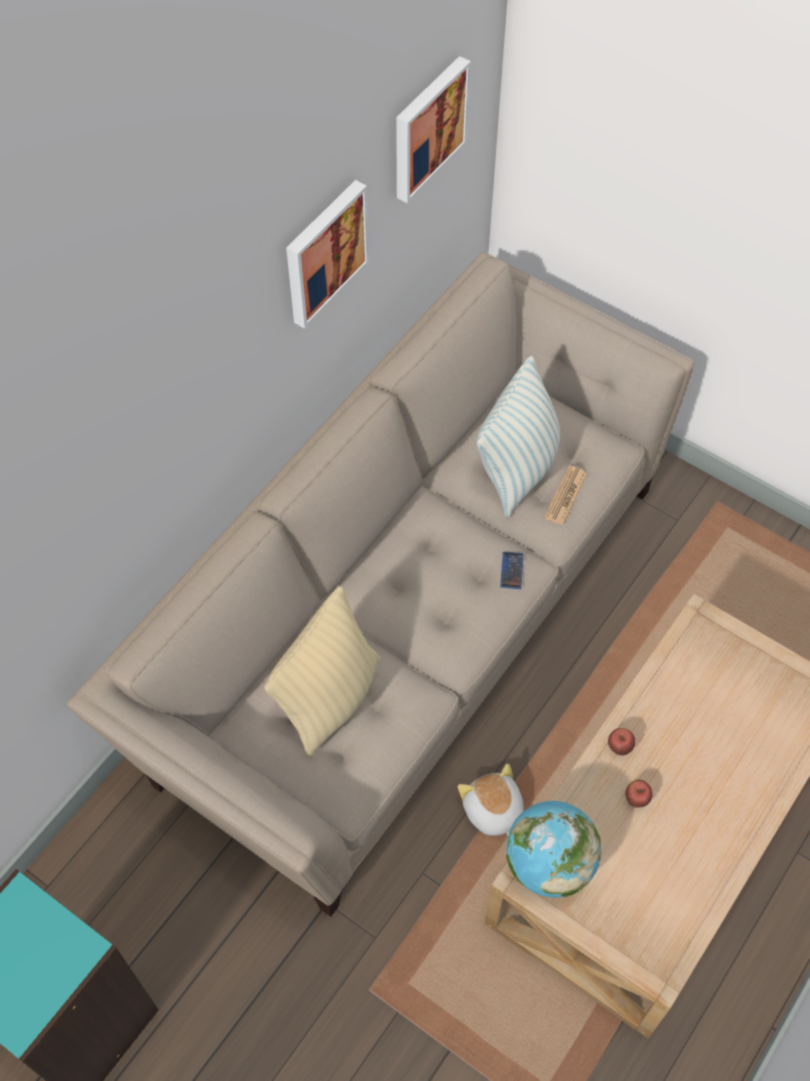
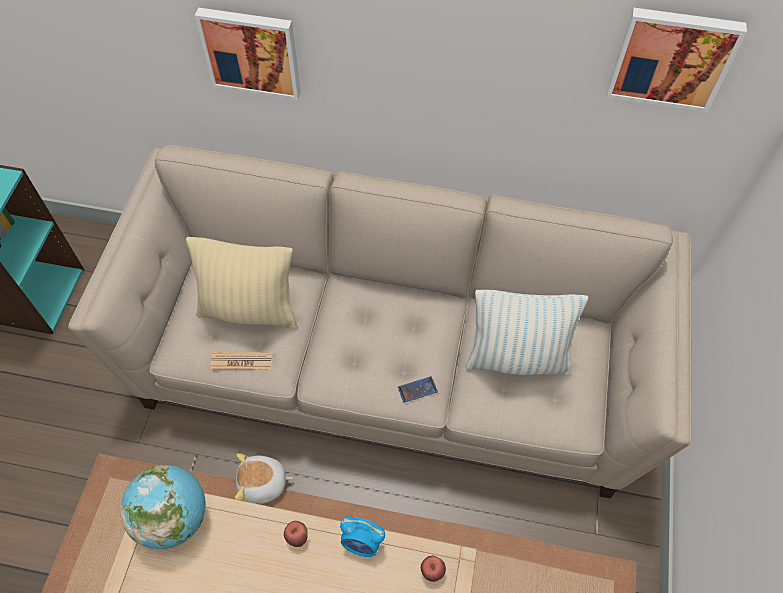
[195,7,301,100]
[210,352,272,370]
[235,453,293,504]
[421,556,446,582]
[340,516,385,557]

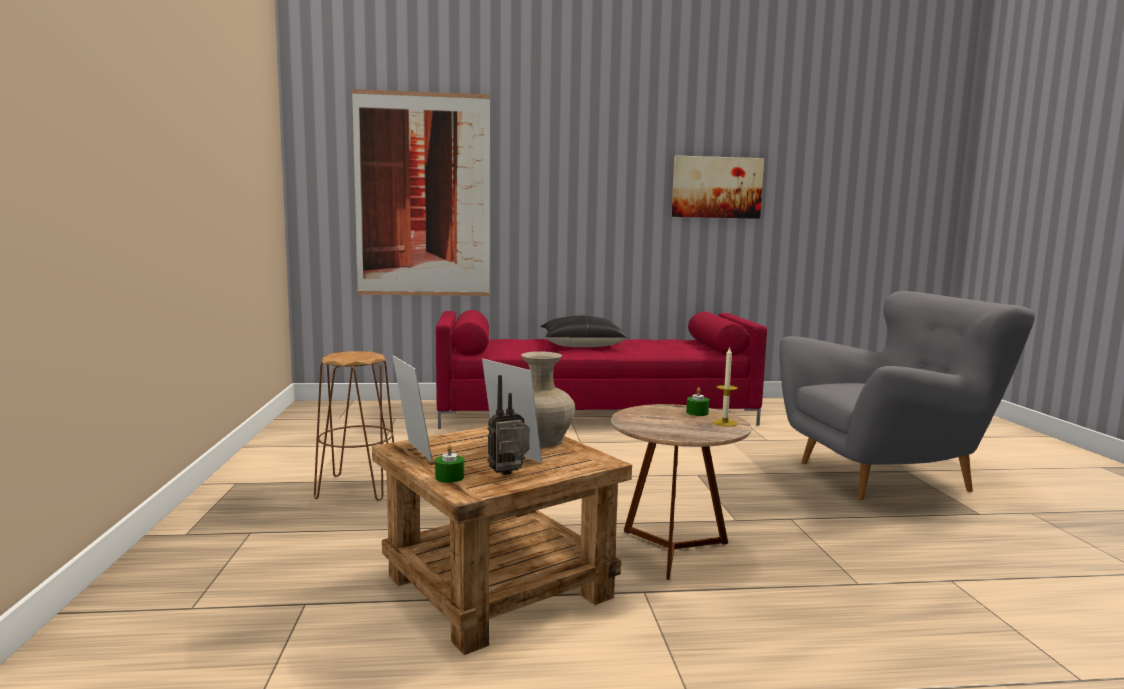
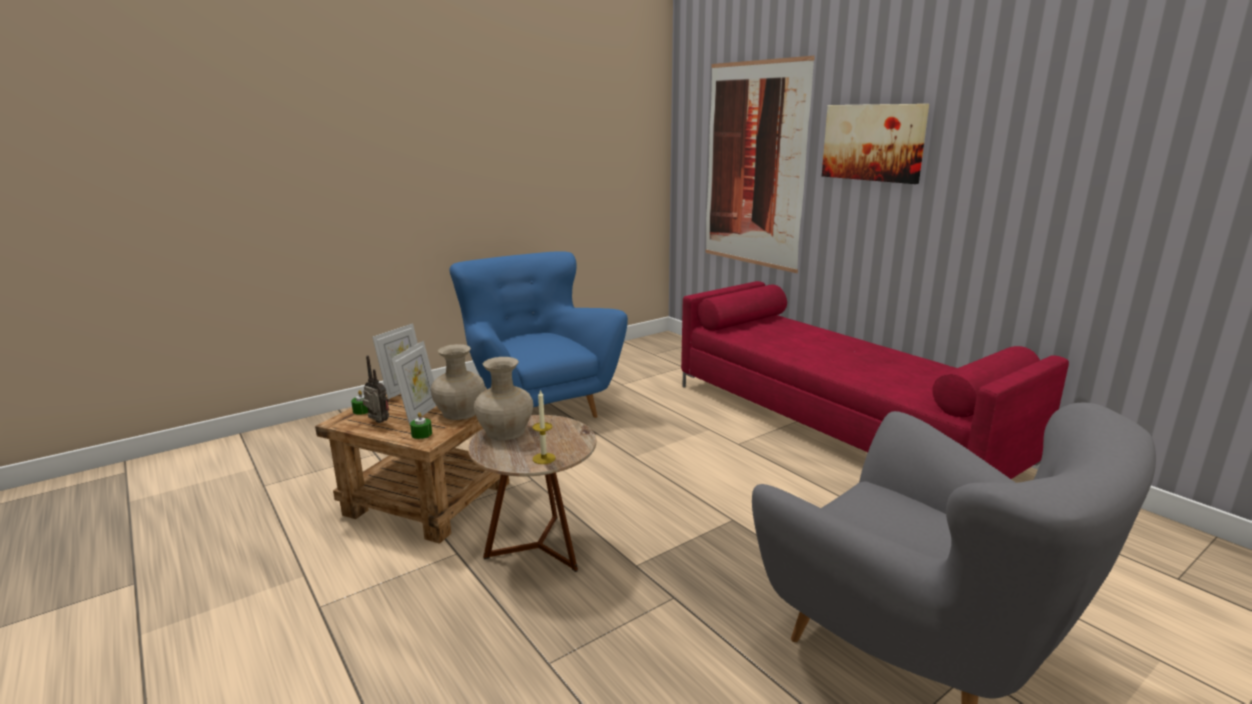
[822,104,929,184]
[540,315,627,347] (first image)
[449,251,628,418]
[410,412,432,439]
[474,357,533,441]

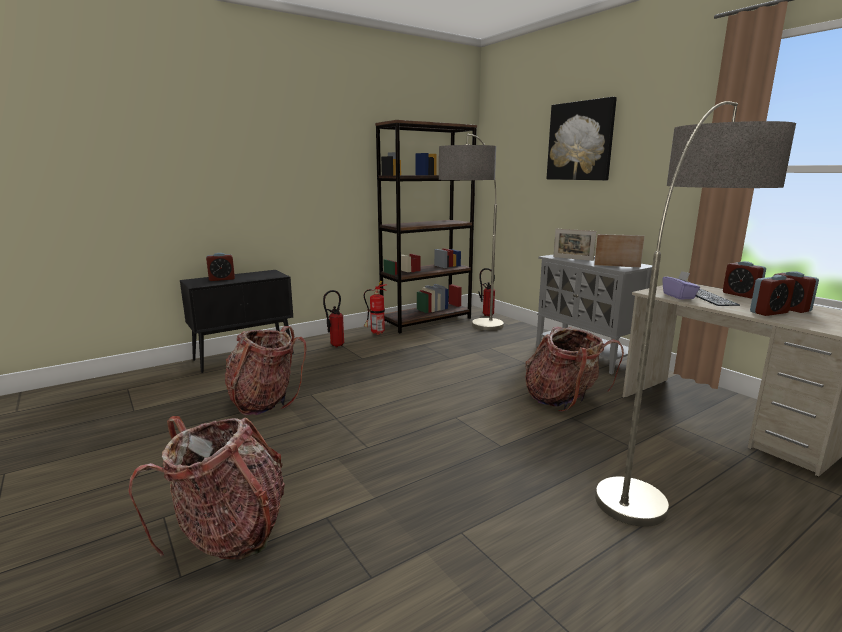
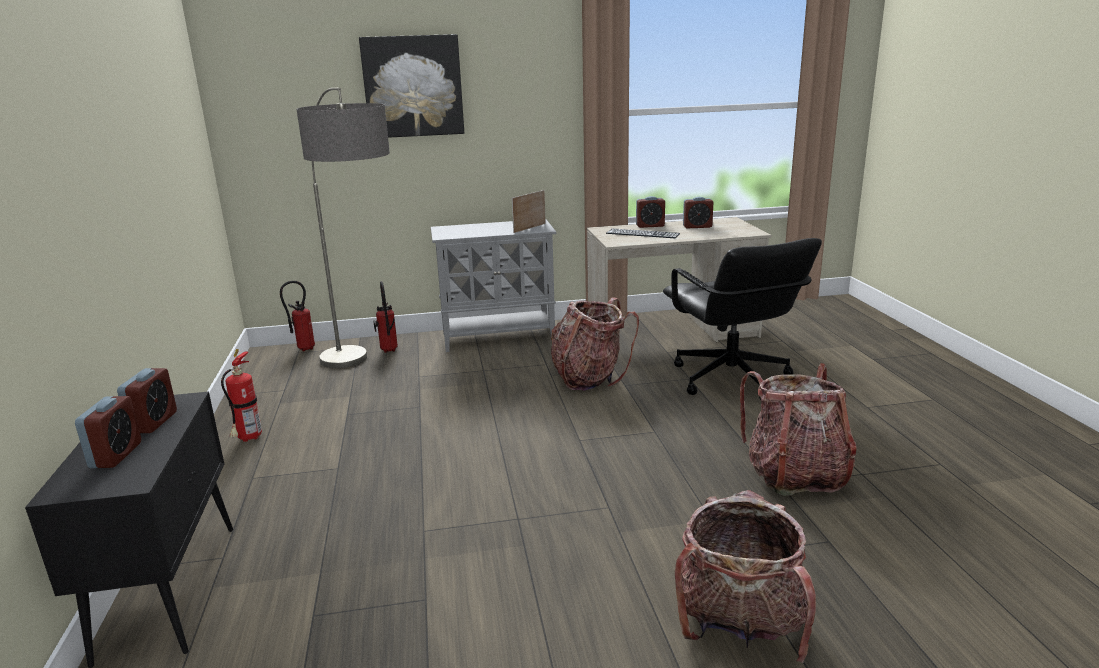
[663,238,822,400]
[375,120,477,333] (first image)
[553,229,596,261] (first image)
[662,271,700,300] (first image)
[117,368,177,433]
[373,281,398,353]
[740,363,857,496]

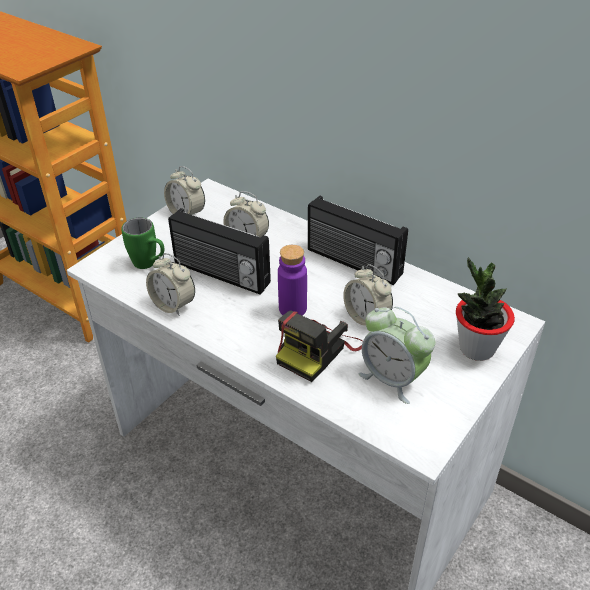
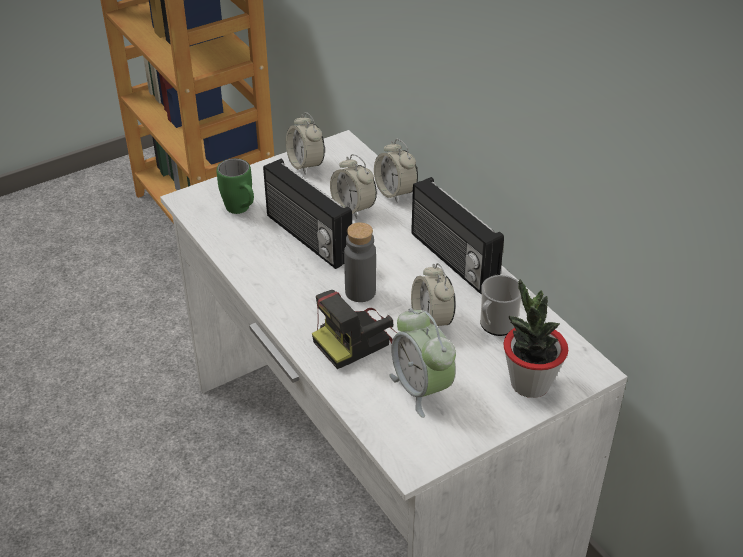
[344,222,376,302]
[374,139,418,203]
[480,275,521,336]

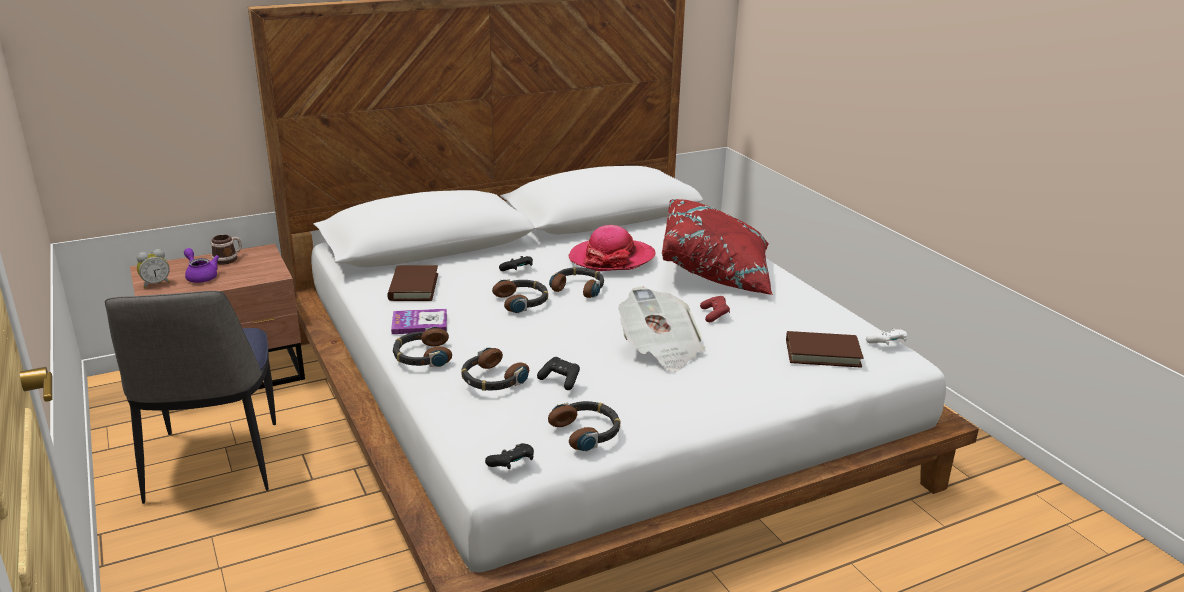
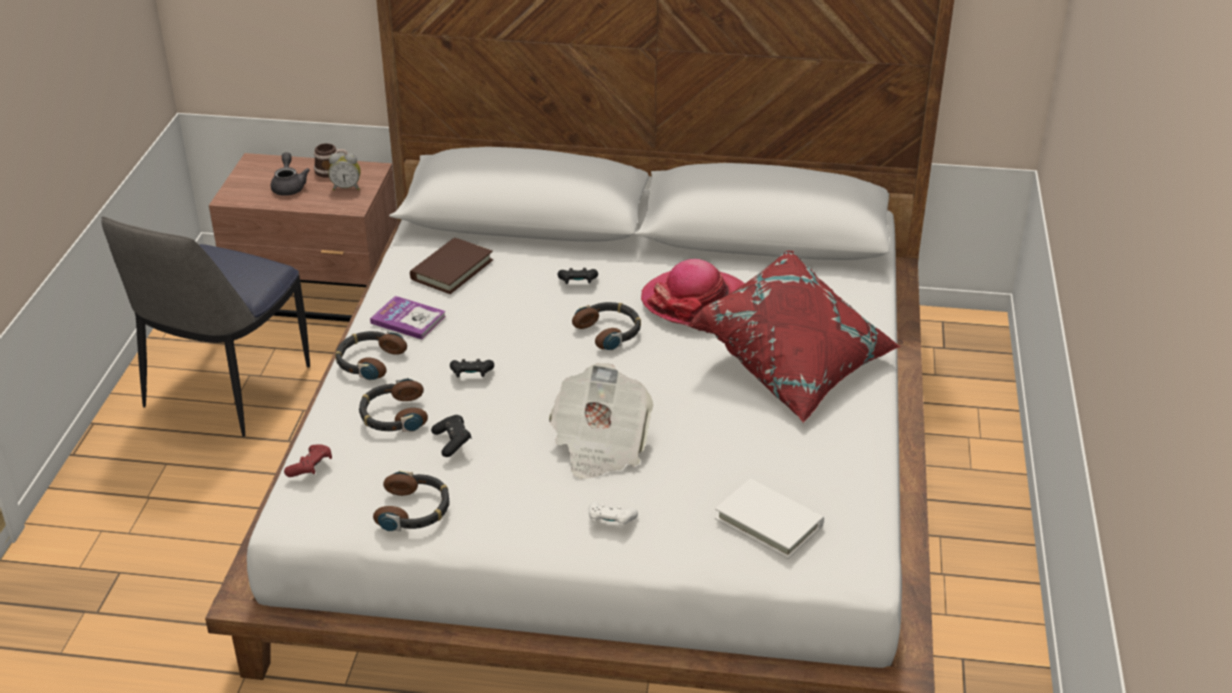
[271,152,310,196]
[328,153,361,190]
[492,279,548,313] (first image)
[284,444,332,477]
[589,502,638,528]
[715,479,824,559]
[450,359,494,377]

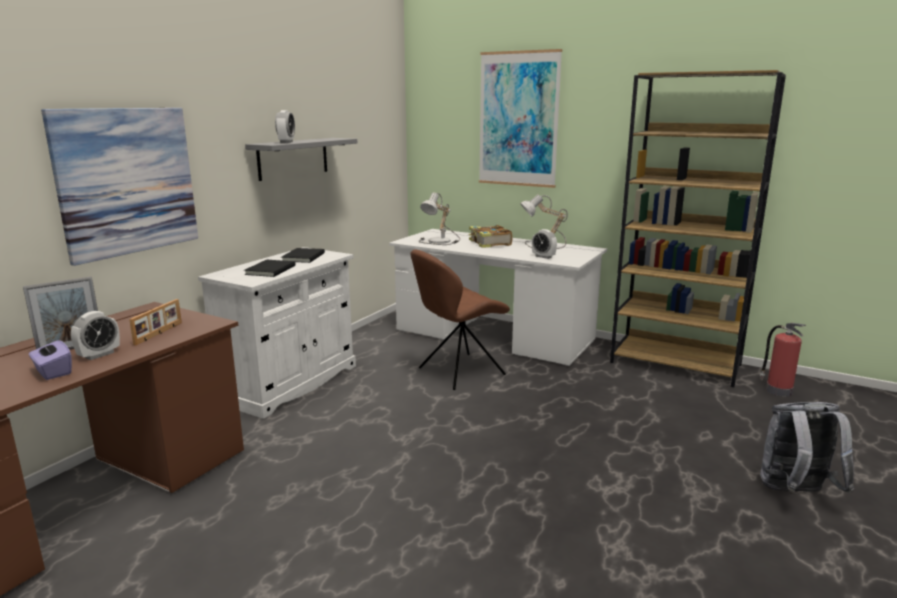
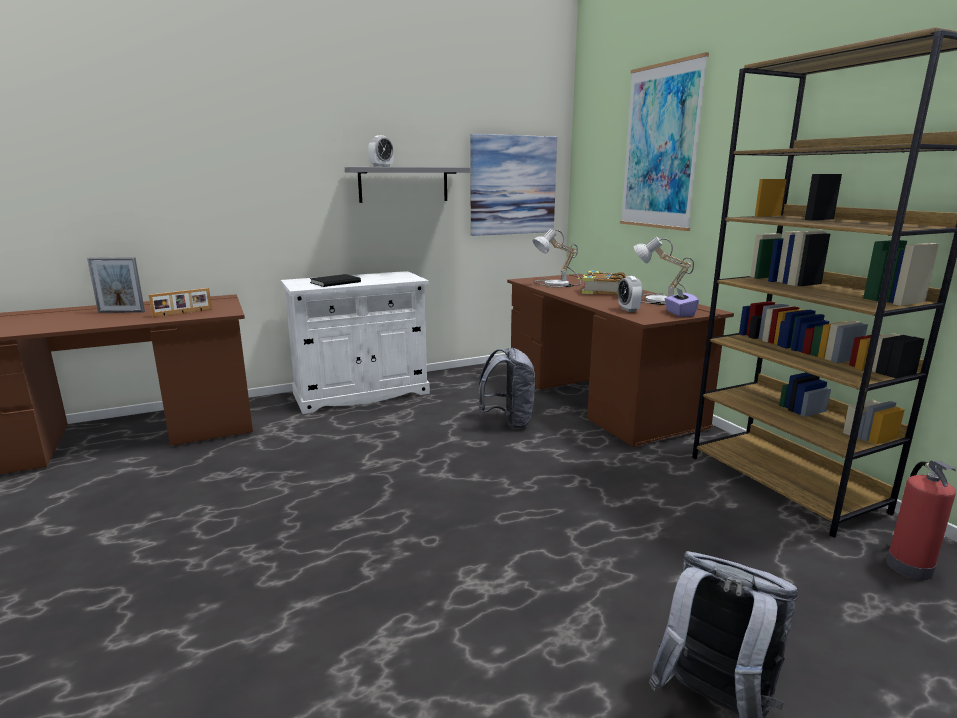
[470,134,557,236]
[507,274,734,448]
[281,248,325,263] (first image)
[479,348,536,429]
[71,311,120,360] (first image)
[665,287,699,317]

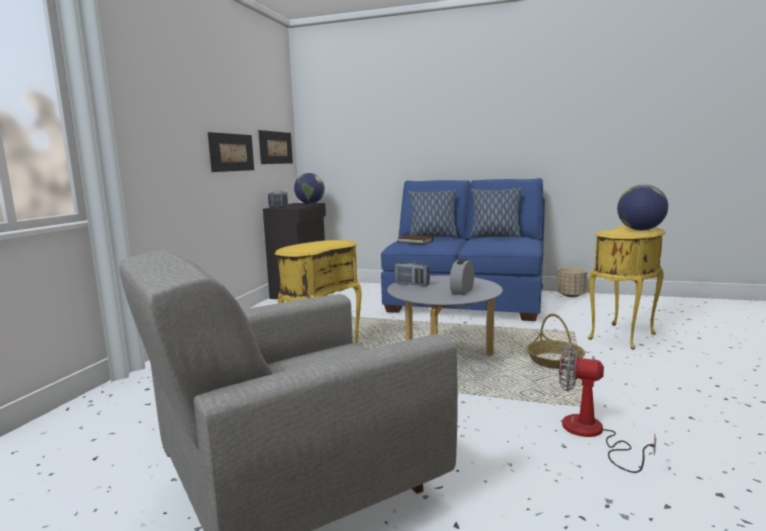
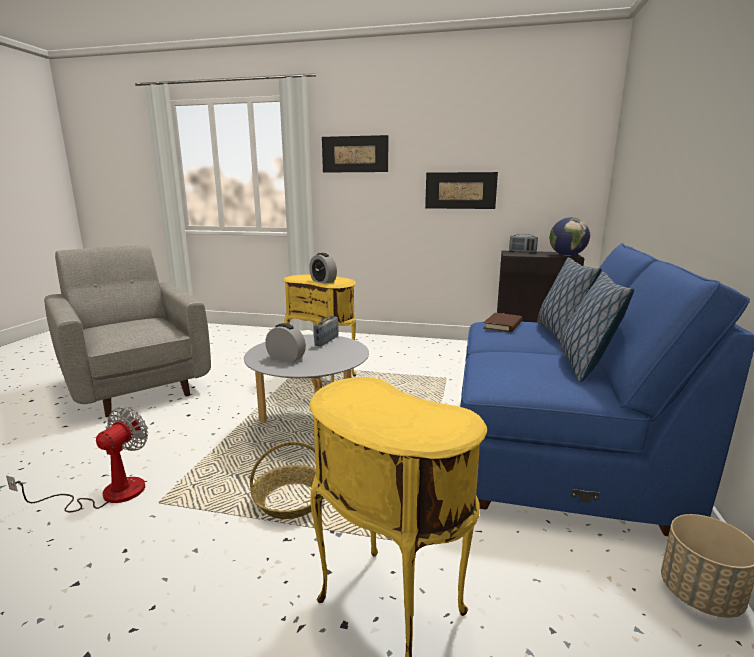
[322,135,388,173]
[617,184,668,230] (first image)
[309,253,337,284]

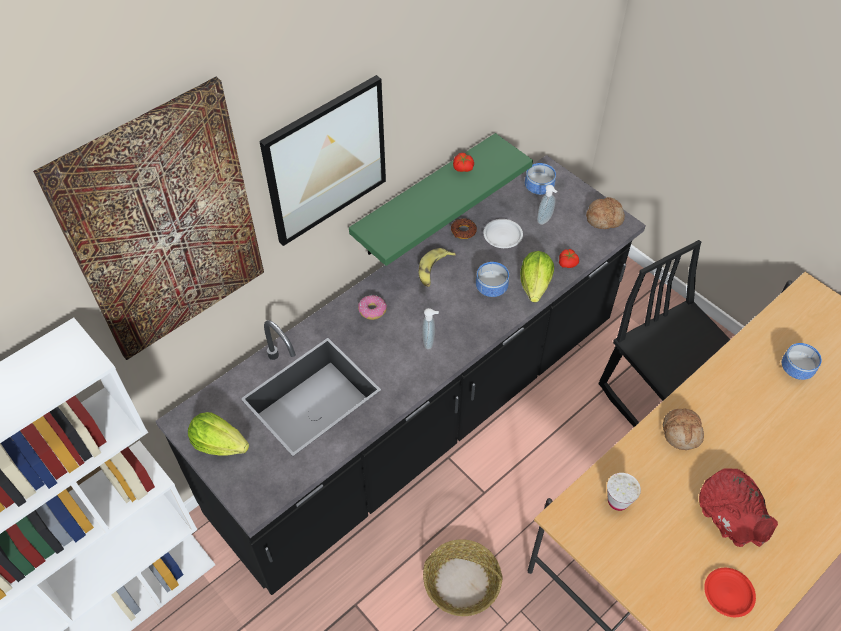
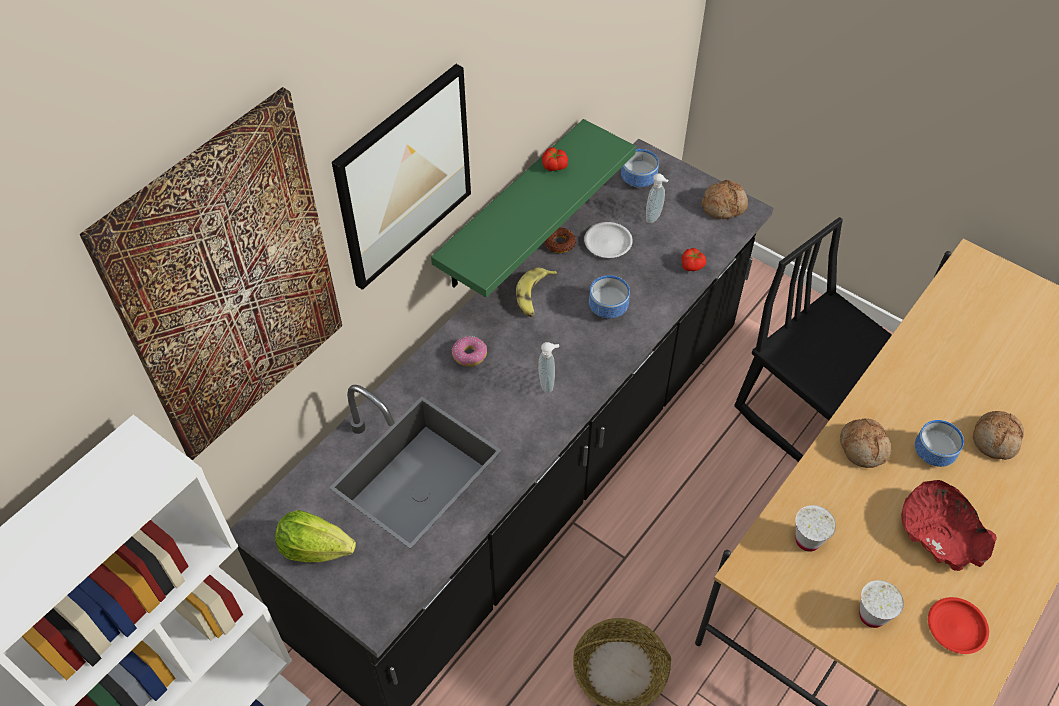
[520,251,554,302] (first image)
[915,420,964,467]
[973,411,1024,460]
[859,580,904,628]

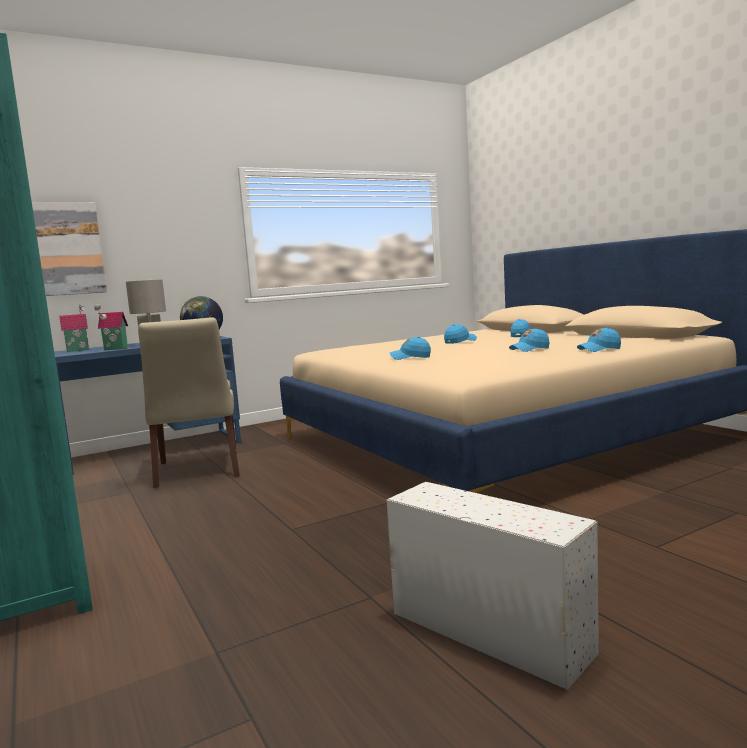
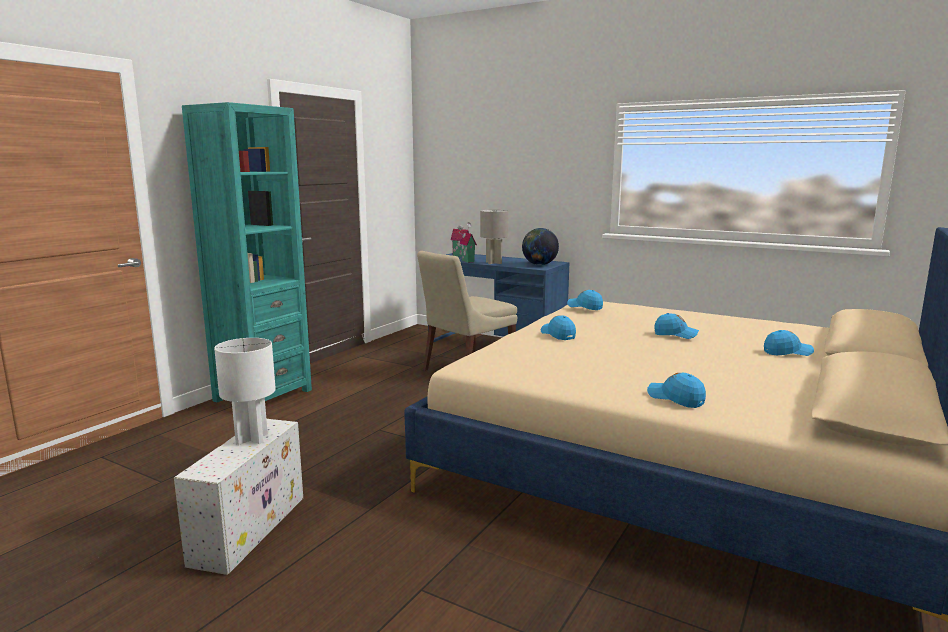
[32,202,107,296] (first image)
[567,290,603,310]
[214,338,276,445]

